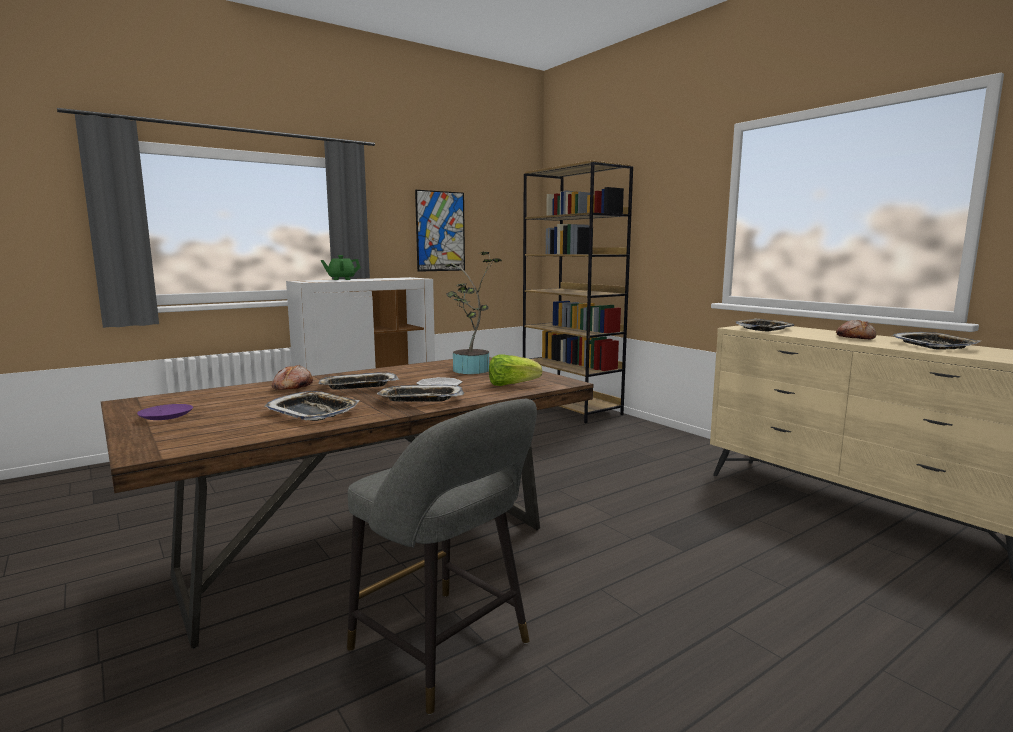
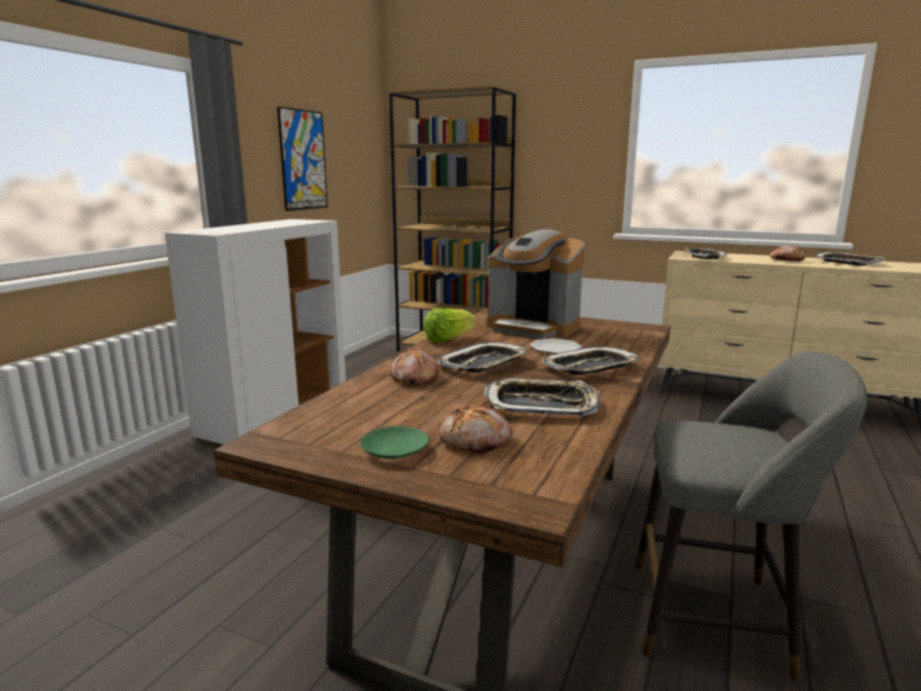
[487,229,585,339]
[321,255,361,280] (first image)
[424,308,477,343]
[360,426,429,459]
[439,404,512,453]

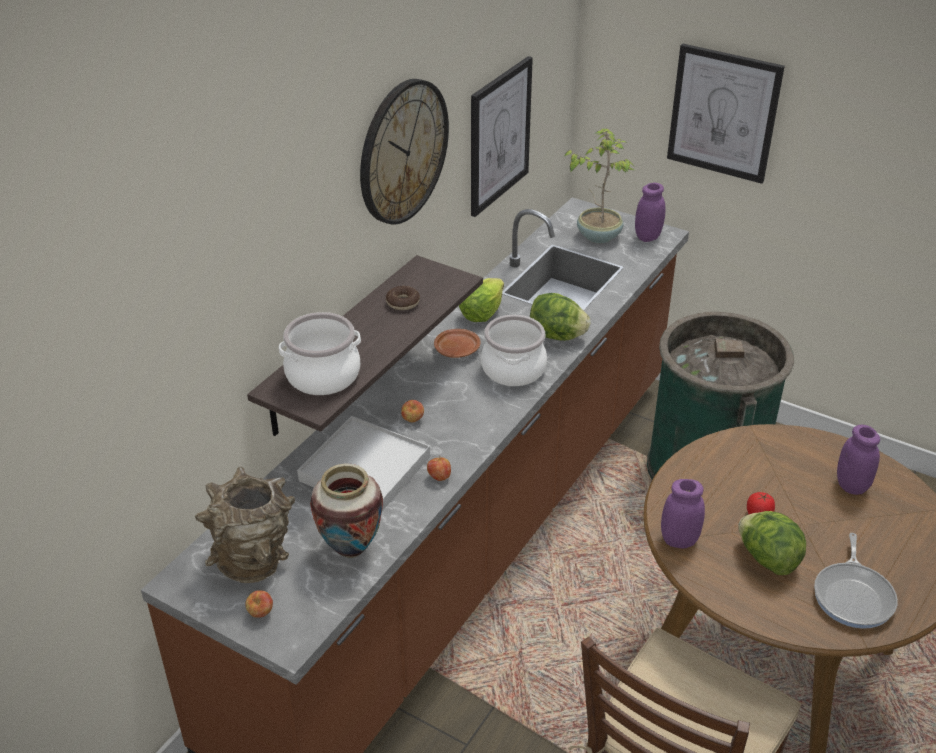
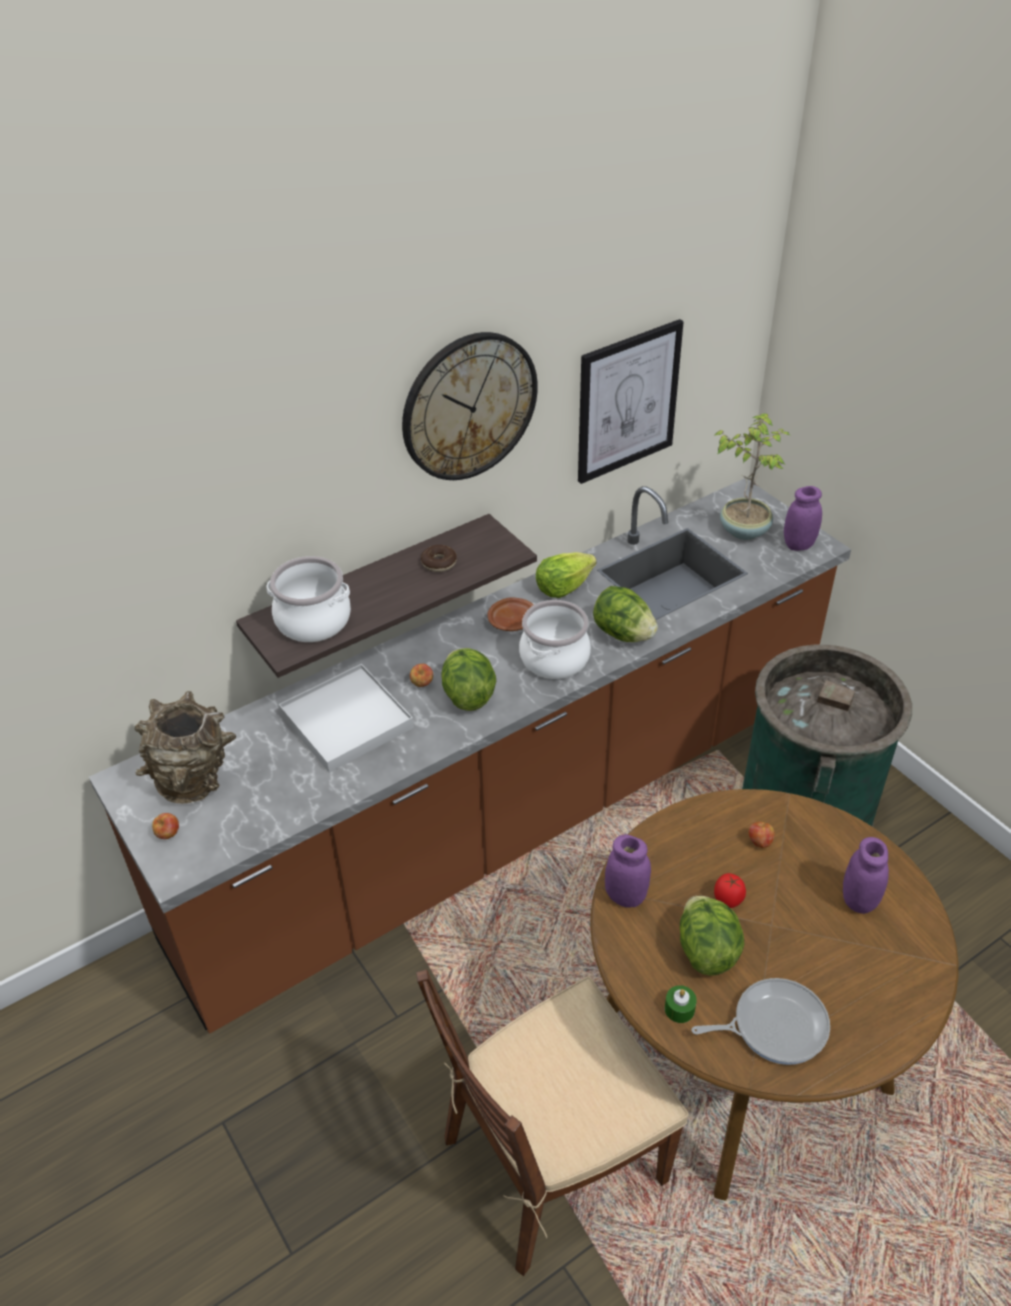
[667,43,785,184] (first image)
[748,822,775,848]
[310,463,383,558] (first image)
[692,978,830,1065]
[441,648,496,711]
[665,985,697,1023]

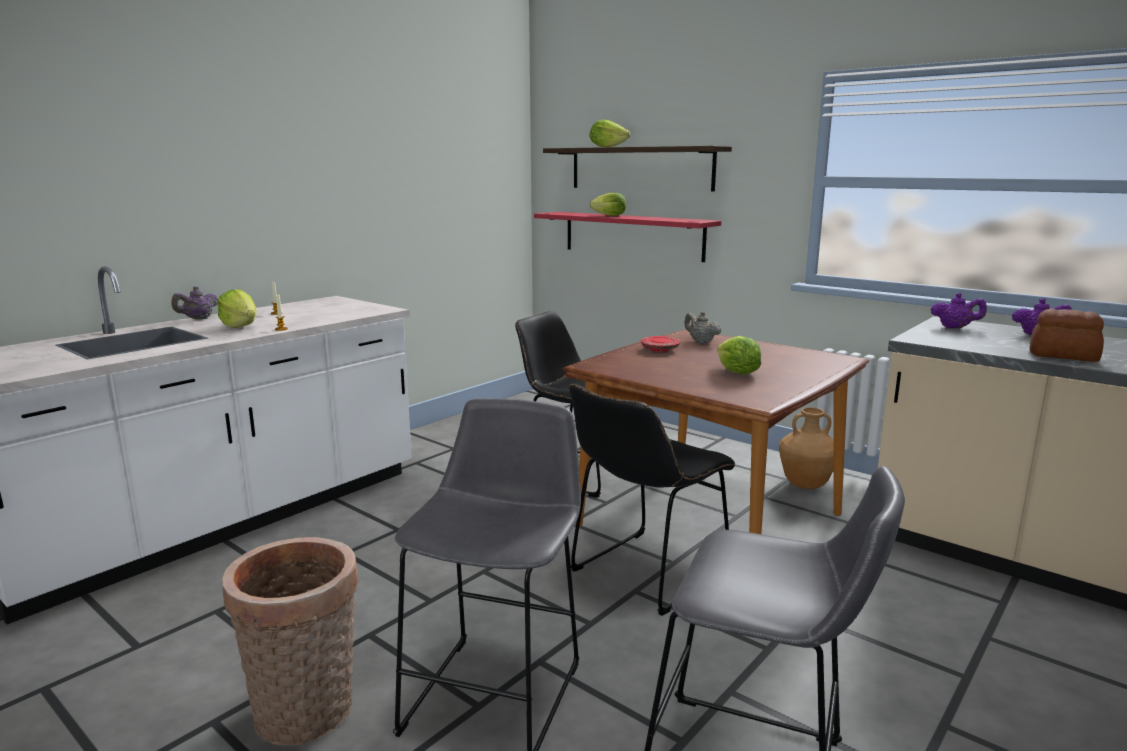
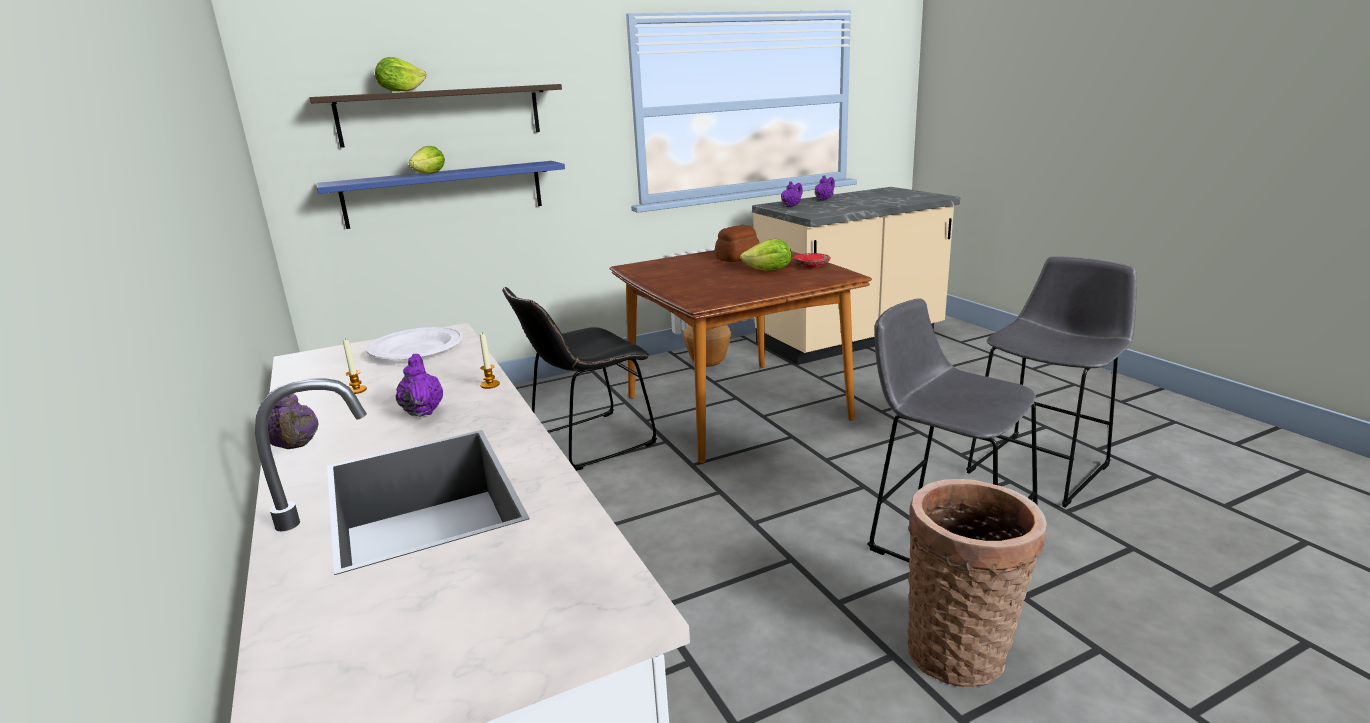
[316,161,565,229]
[396,354,443,417]
[715,225,759,262]
[684,311,721,343] (first image)
[794,253,830,268]
[569,384,735,616] (first image)
[366,327,462,360]

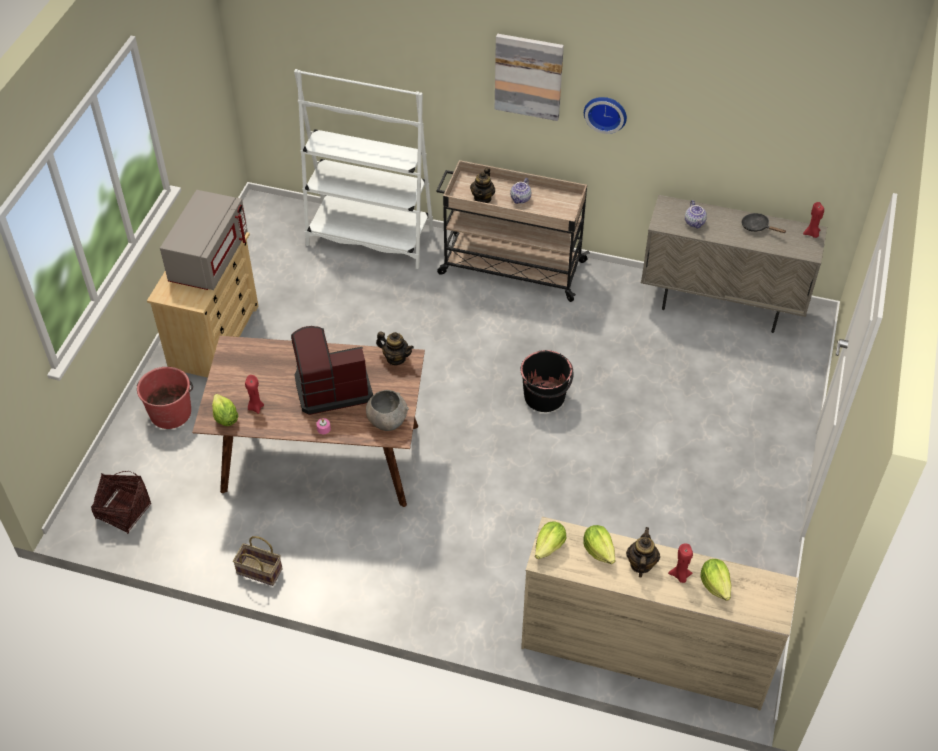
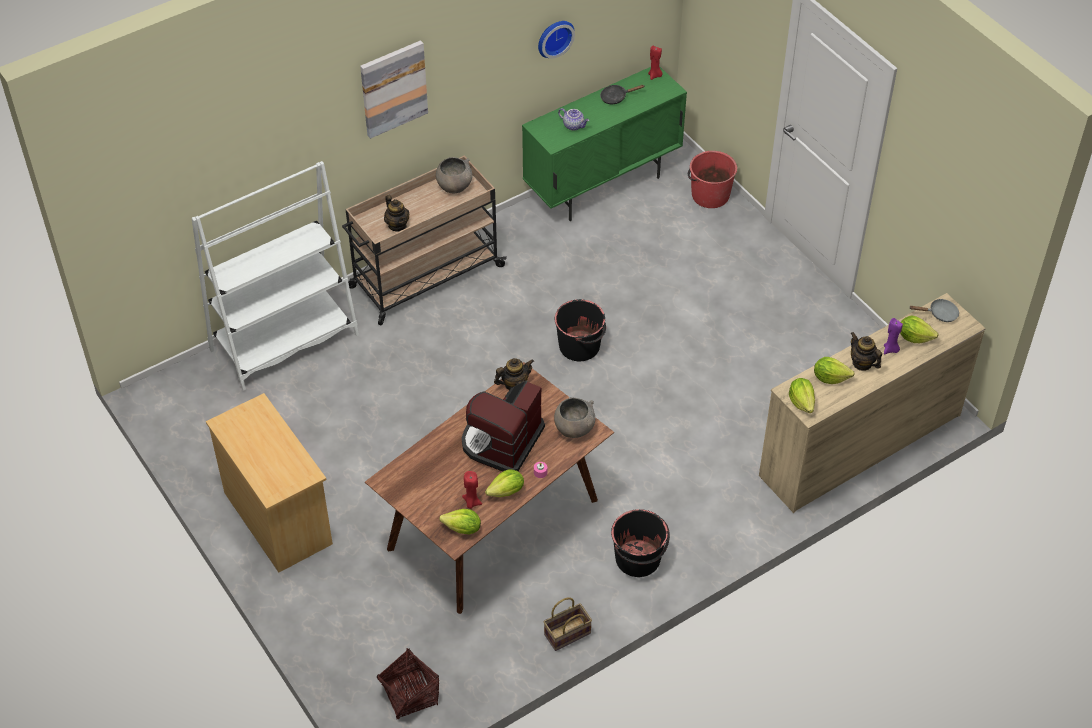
[538,21,575,59]
[510,178,531,204] (first image)
[160,190,248,290] (first image)
[522,66,687,221]
[688,151,737,208]
[884,318,903,354]
[436,157,472,193]
[909,299,959,322]
[485,469,524,497]
[611,509,670,577]

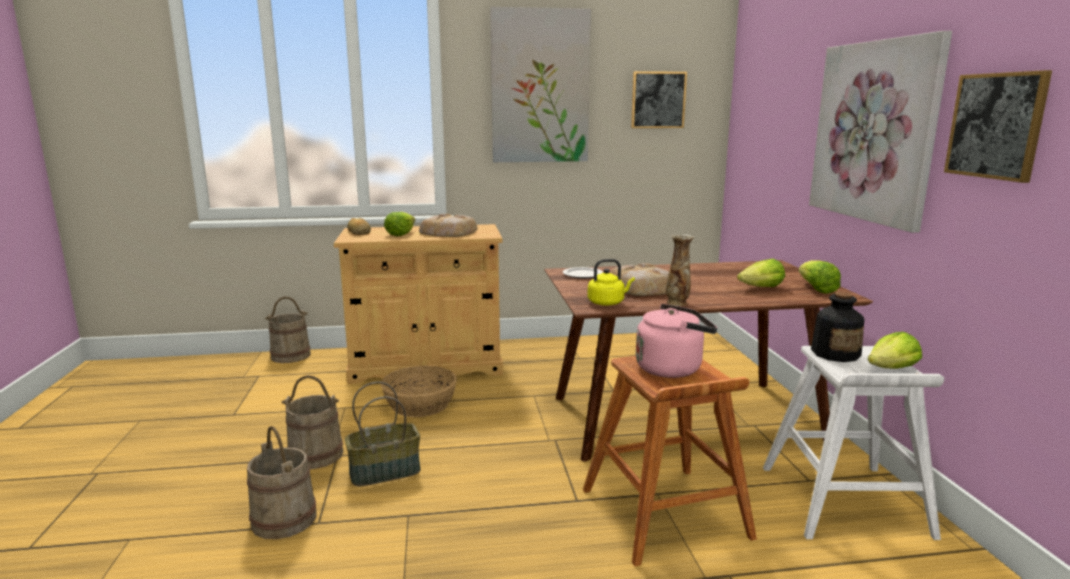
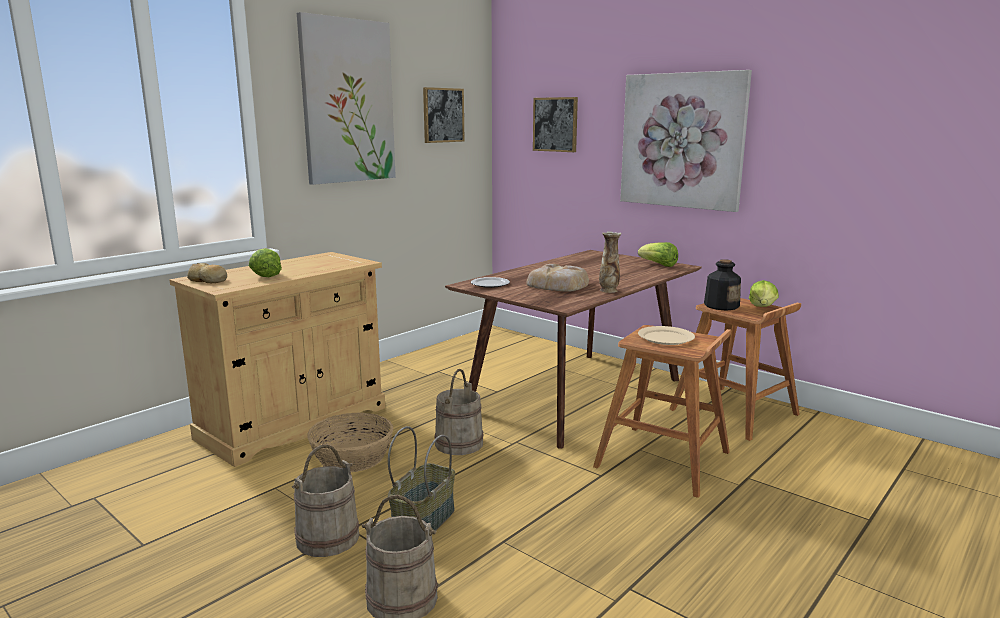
[533,97,578,152]
[419,214,478,237] (first image)
[587,259,635,306] (first image)
[737,259,785,287] (first image)
[434,369,484,455]
[638,326,695,345]
[669,298,801,441]

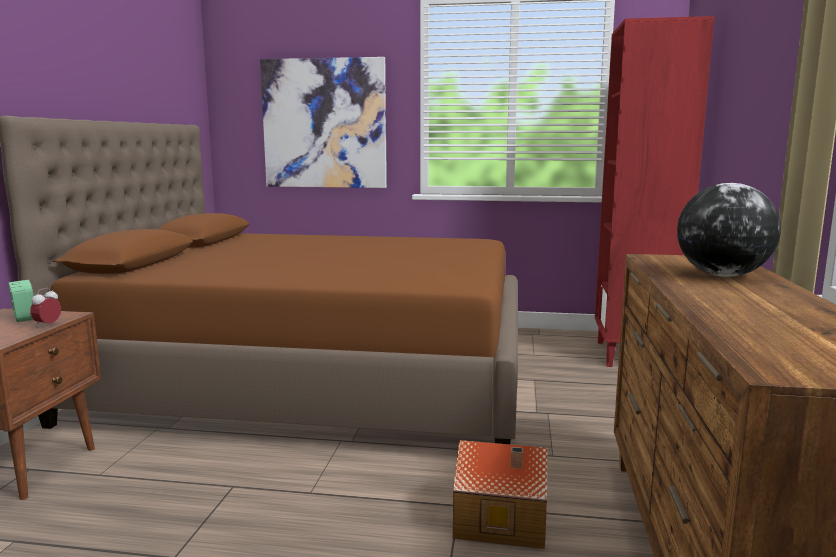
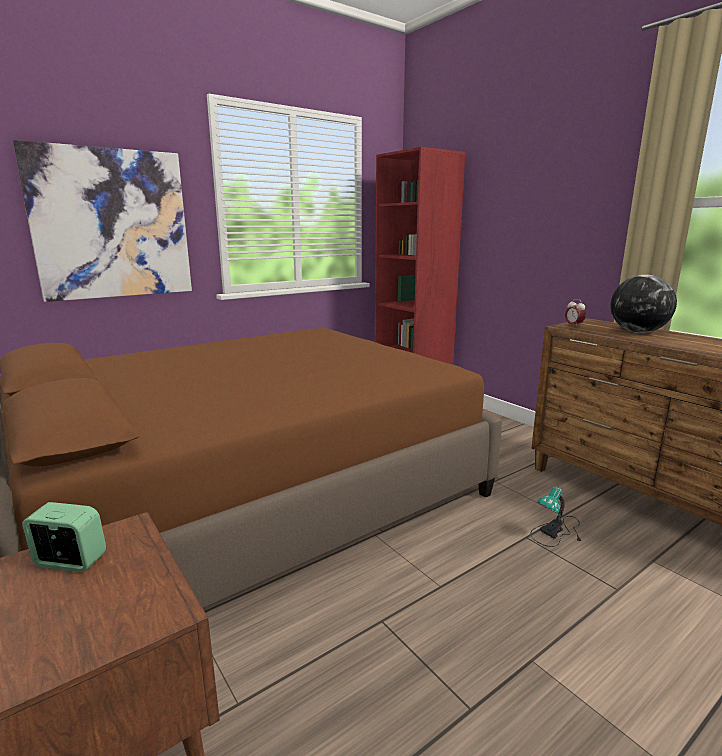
[565,299,586,326]
[530,486,581,547]

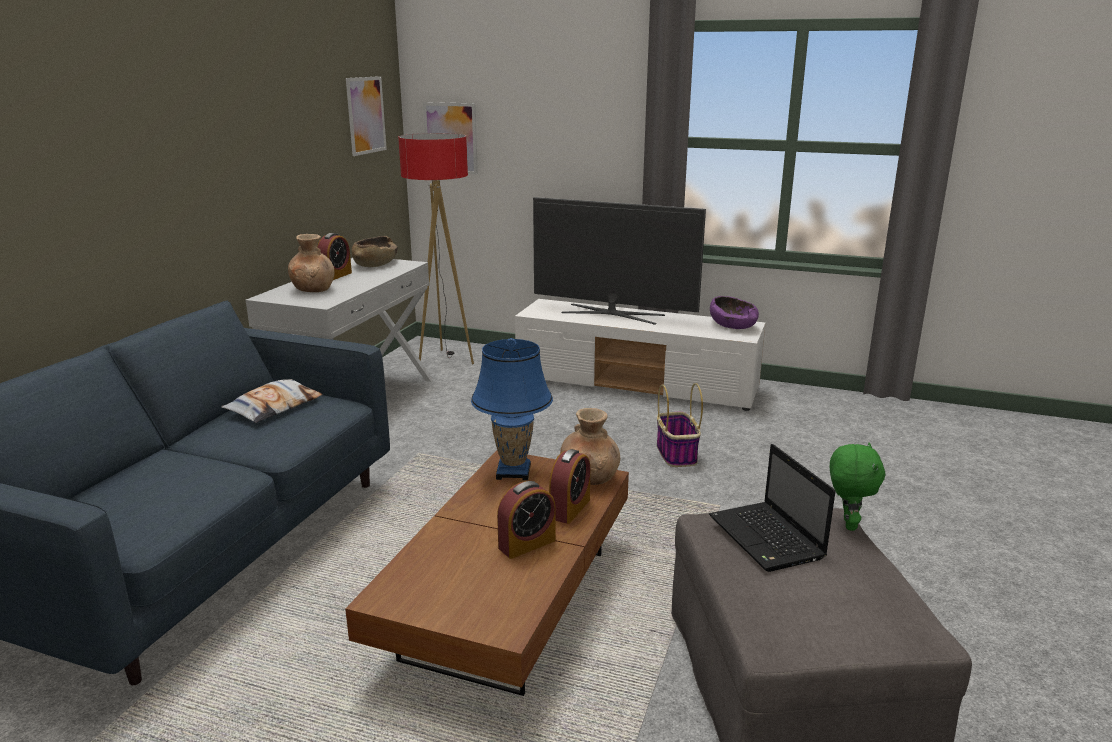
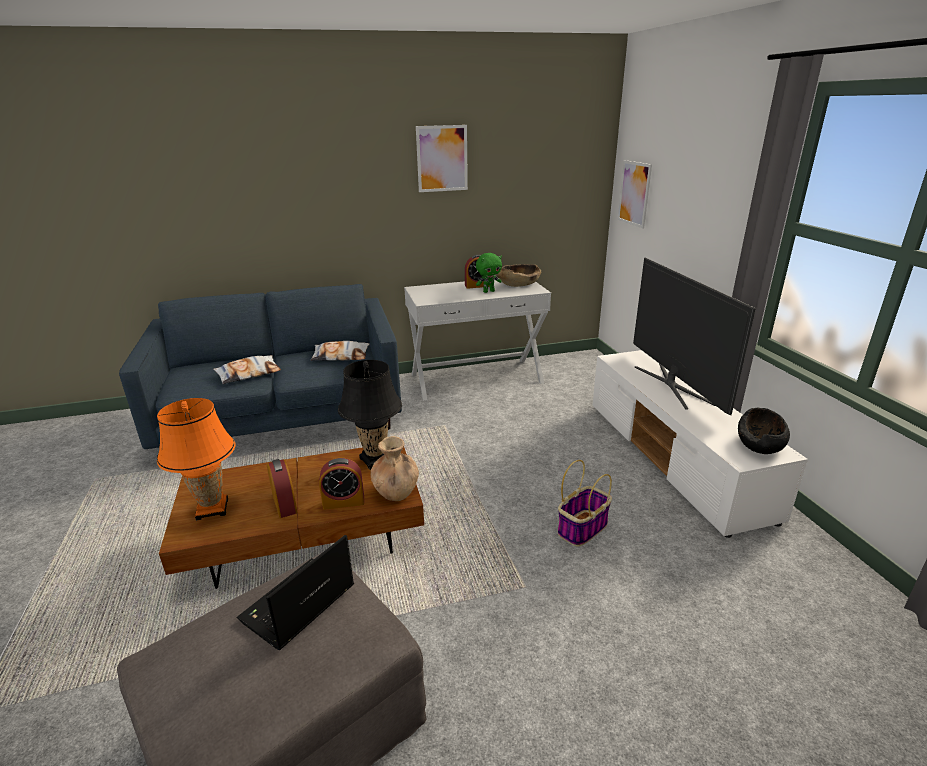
[416,125,468,192]
[398,133,474,364] (first image)
[288,234,334,292] (first image)
[738,408,790,454]
[338,360,402,470]
[476,253,502,293]
[267,459,298,518]
[213,355,281,384]
[157,398,235,521]

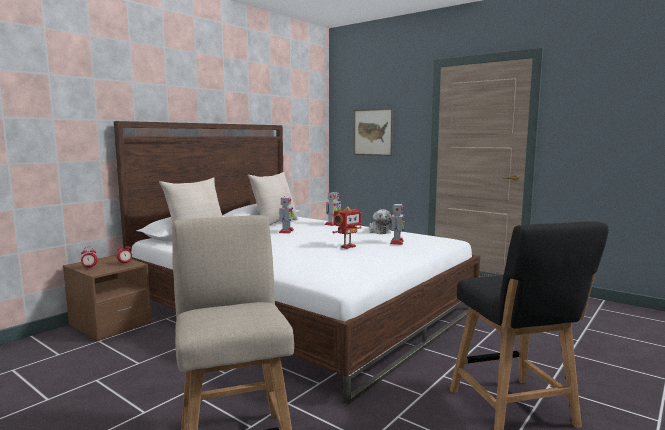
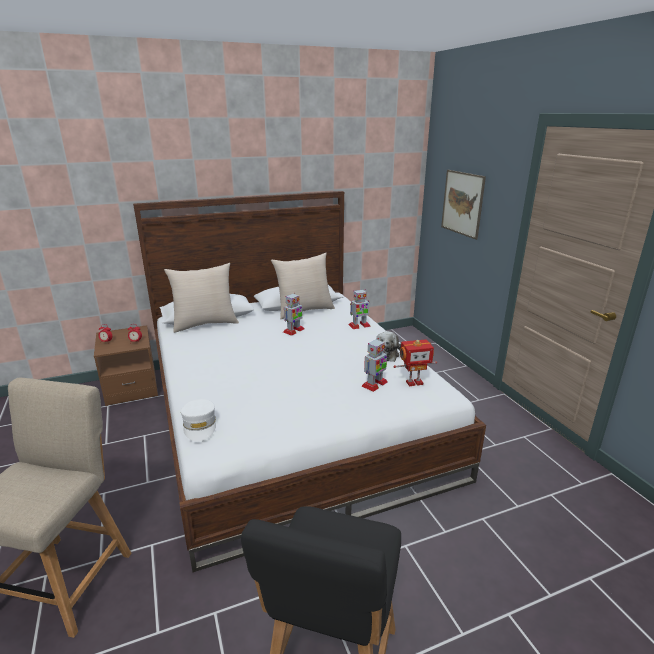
[393,339,437,386]
[181,399,216,442]

